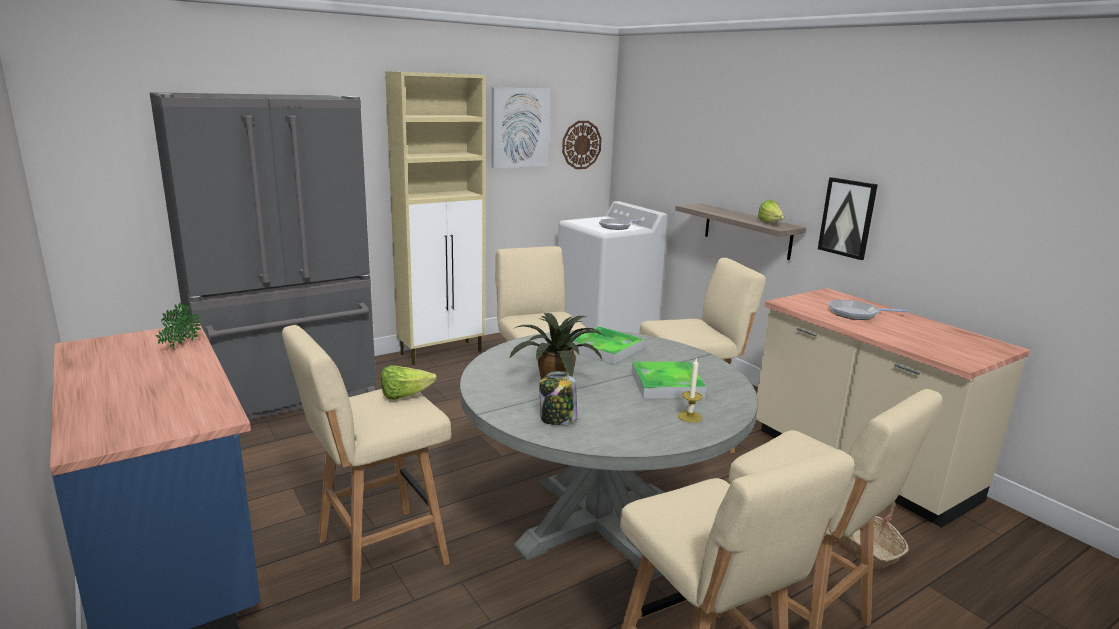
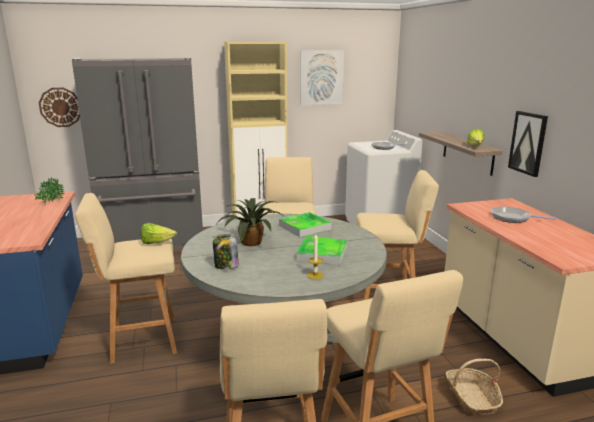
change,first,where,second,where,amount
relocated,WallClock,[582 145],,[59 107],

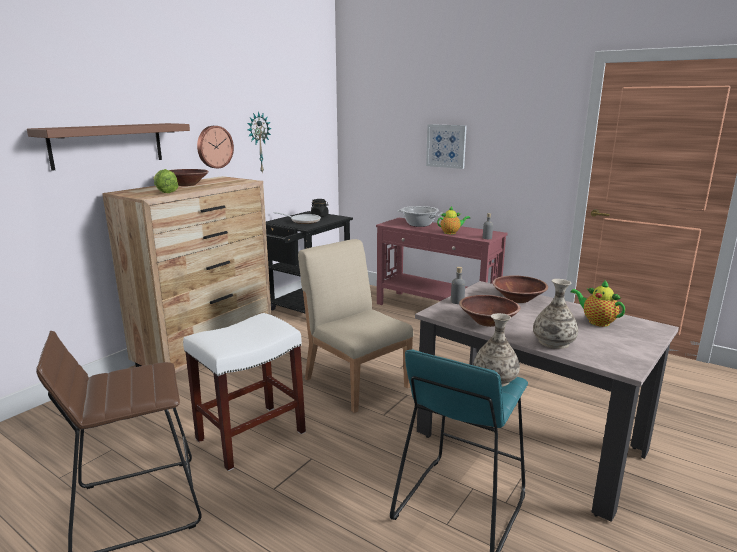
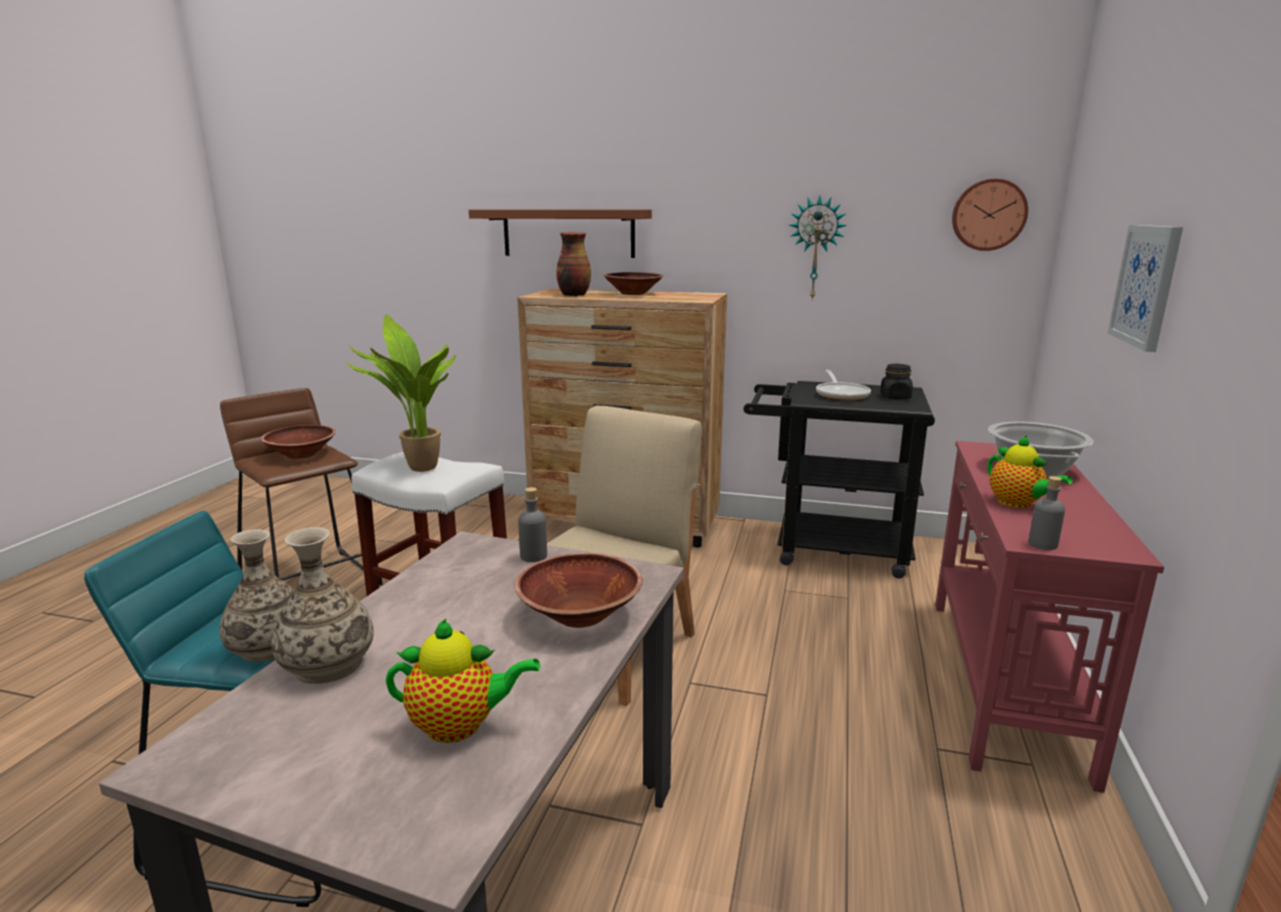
change,first,where,second,where,amount
appeared,,,PottedPlant,[401 393],
relocated,WallClock,[215 147],,[990 214],
relocated,BrownBowl,[490 311],,[298 442],
exchanged,Lettuce,[165 181],Vase,[573 264],
spun,Teapot,[597 303],,[463 680],60 degrees clockwise

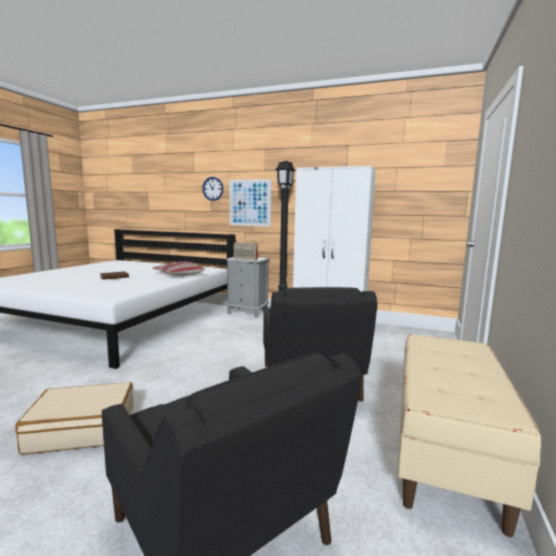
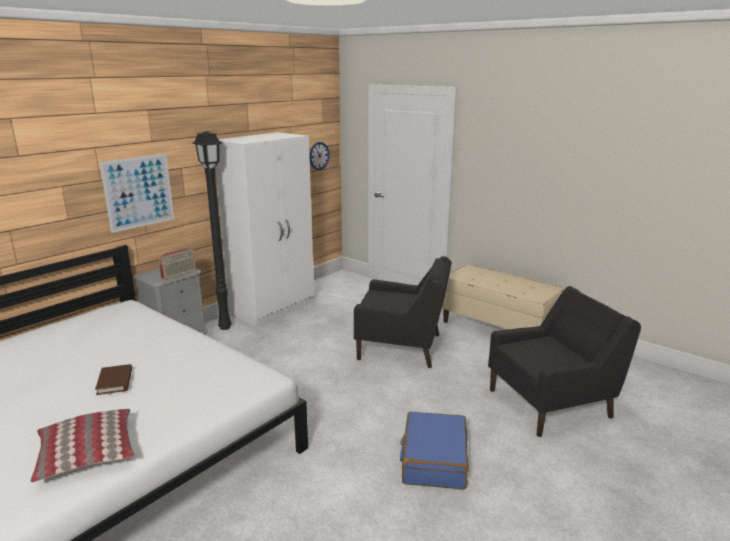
change,first,where,second,where,amount
relocated,Pillow,[179 268],,[82 446],
relocated,WallClock,[212 189],,[320 156],
colour,BeigeSuitcase,[74 418],BlueSuitcase,[434 450],

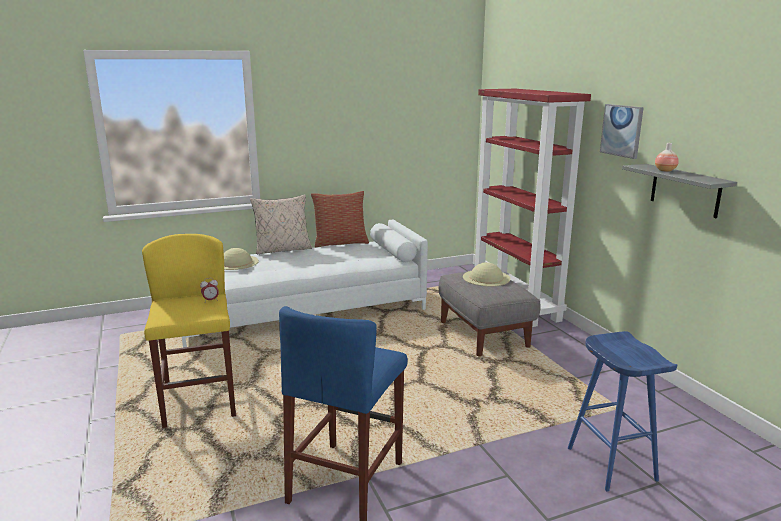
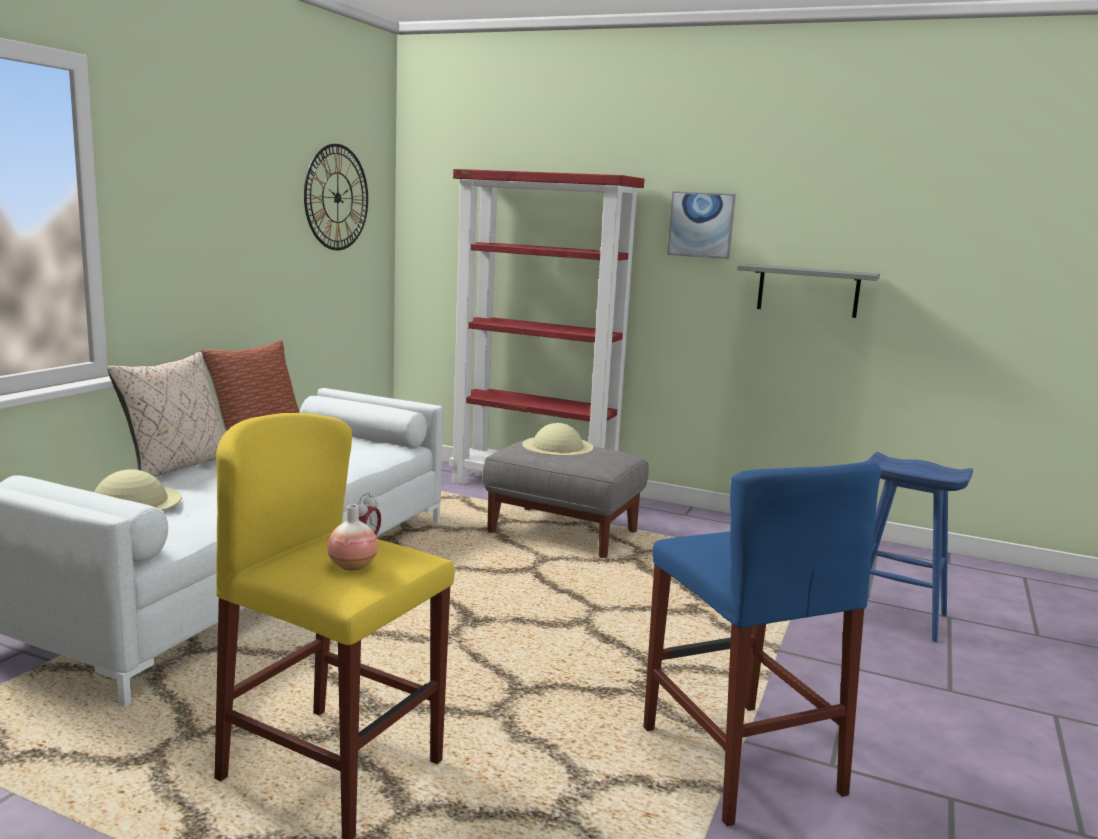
change,first,where,second,where,amount
appeared,,,WallClock,[336 197],
relocated,Vase,[667 157],,[352 537],

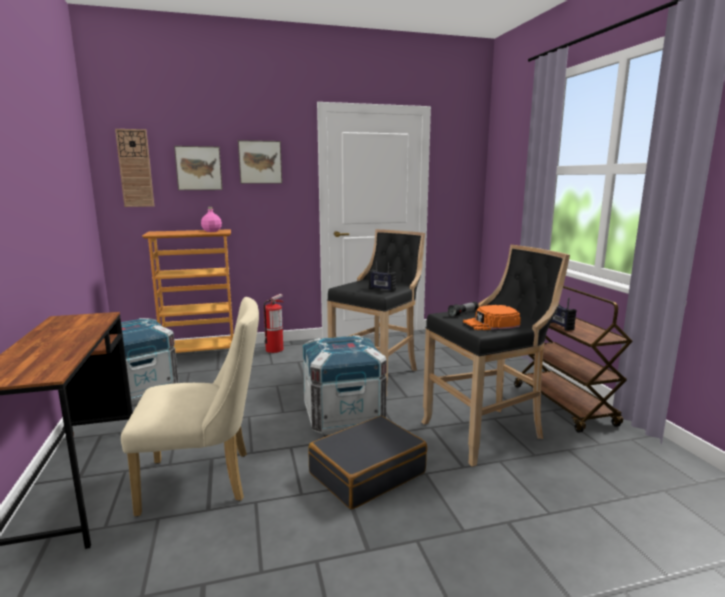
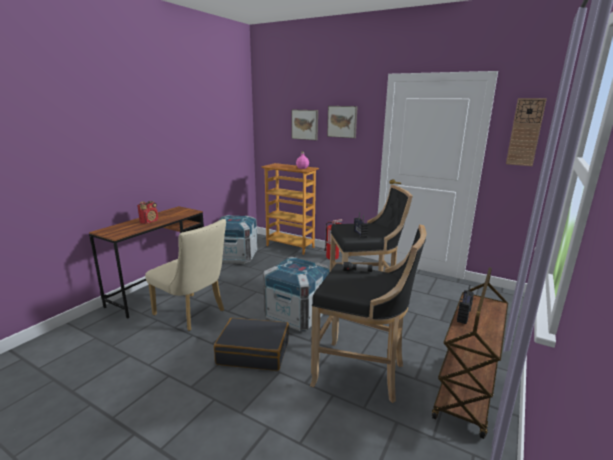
change,first,where,second,where,amount
missing,OrangeCap,[492 317],,,
appeared,,,Radio,[147 212],
relocated,WallClock,[134 168],,[526 132],

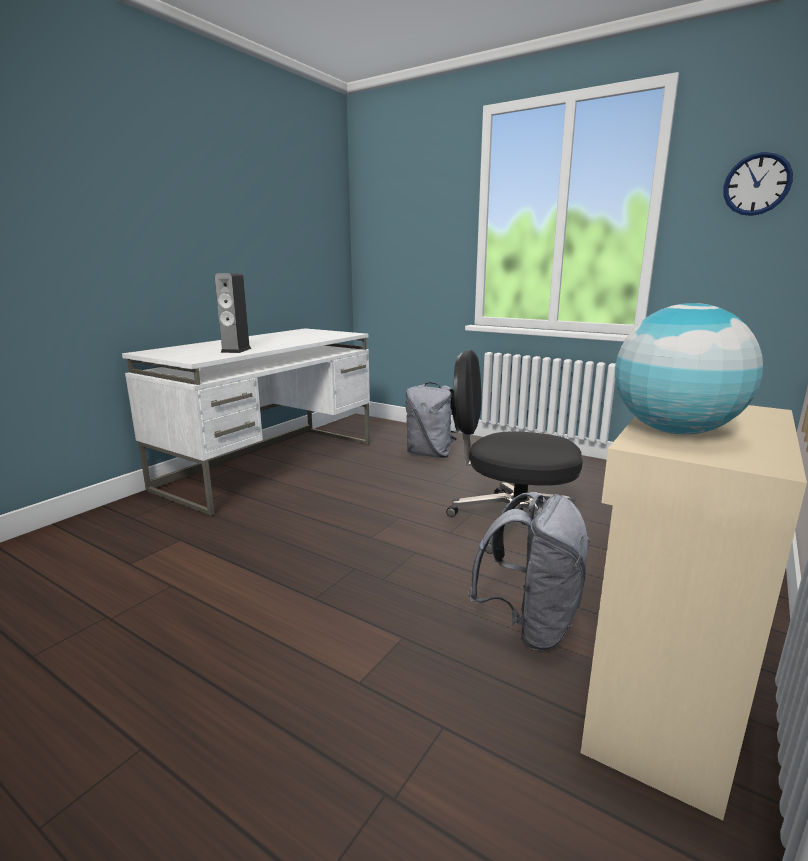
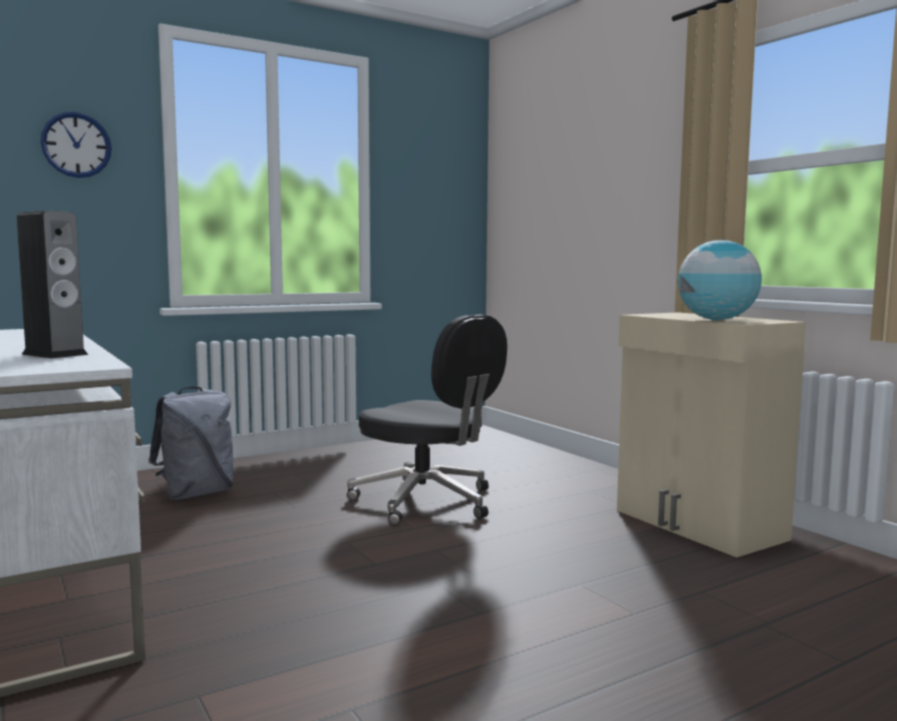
change,first,where,second,where,amount
missing,GreyBackpack,[529 571],,,
relocated,WallClock,[758 184],,[76 145],
spun,BlackOfficeChair,[514 452],,[427 420],90 degrees counterclockwise

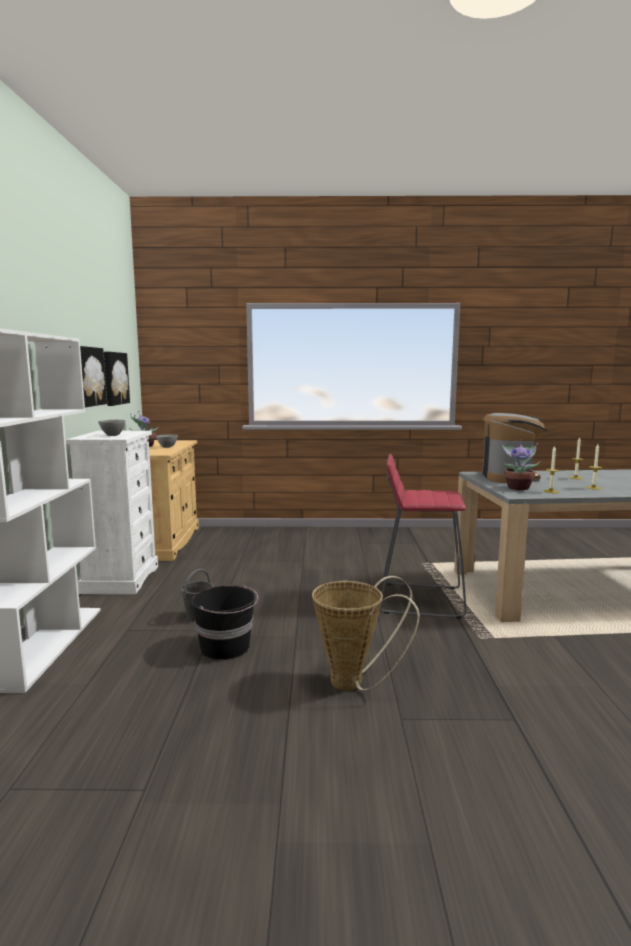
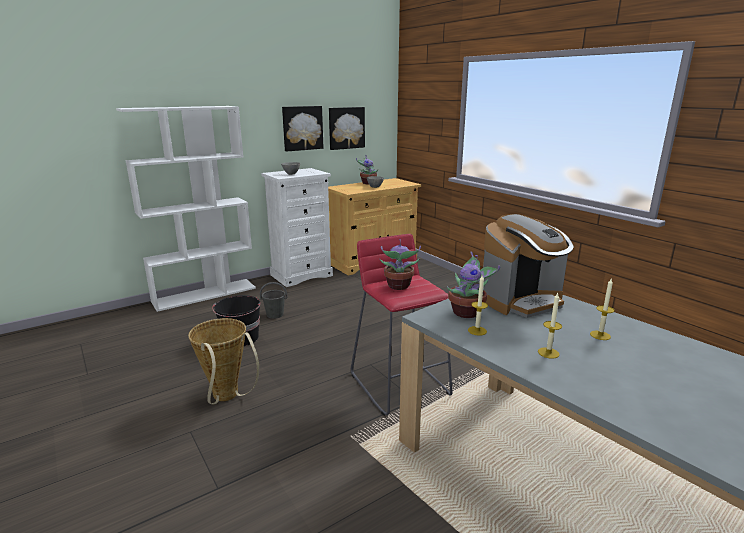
change,first,where,second,where,amount
appeared,,,PottedPlant,[400 264],

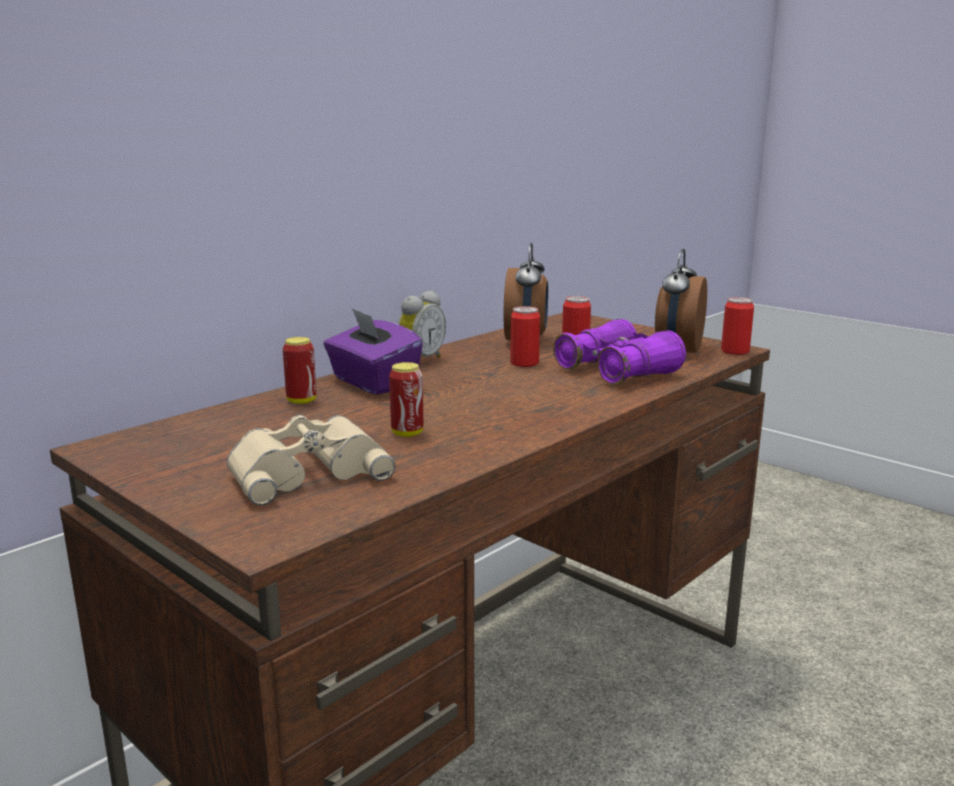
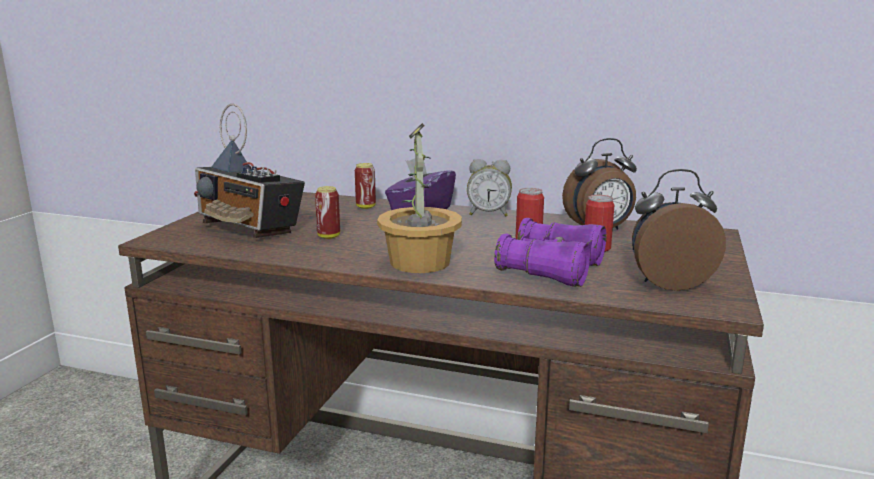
change,first,where,second,where,amount
missing,Can,[737 326],,,
appeared,,,PottedPlant,[419 198],
exchanged,BeigeBinoculars,[311 460],Radio,[249 170],

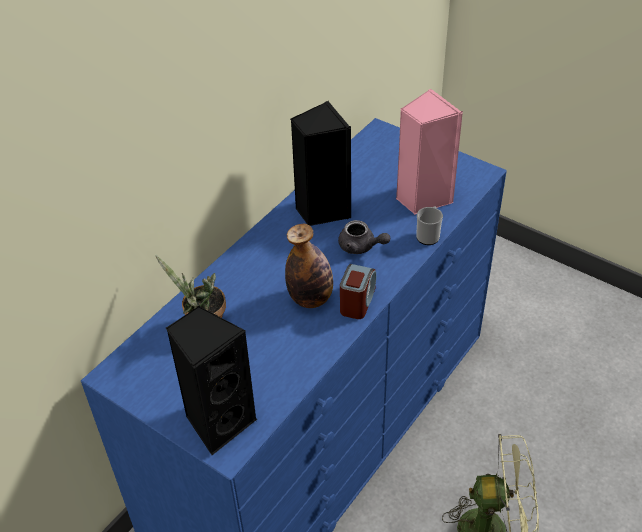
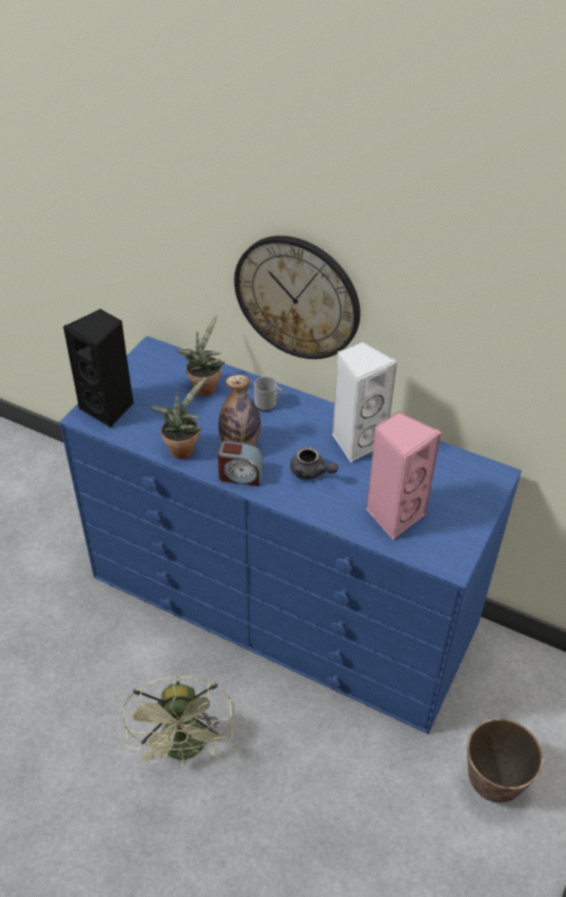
change,first,where,second,where,amount
appeared,,,PottedPlant,[178 418],
appeared,,,WallClock,[297 297],
appeared,,,Planter,[505 760],
relocated,Mug,[429 225],,[268 394],
colour,BlackSpeaker,[320 163],WhiteSpeaker,[364 401],
spun,GreyTeapot,[364 237],,[314 463],75 degrees counterclockwise

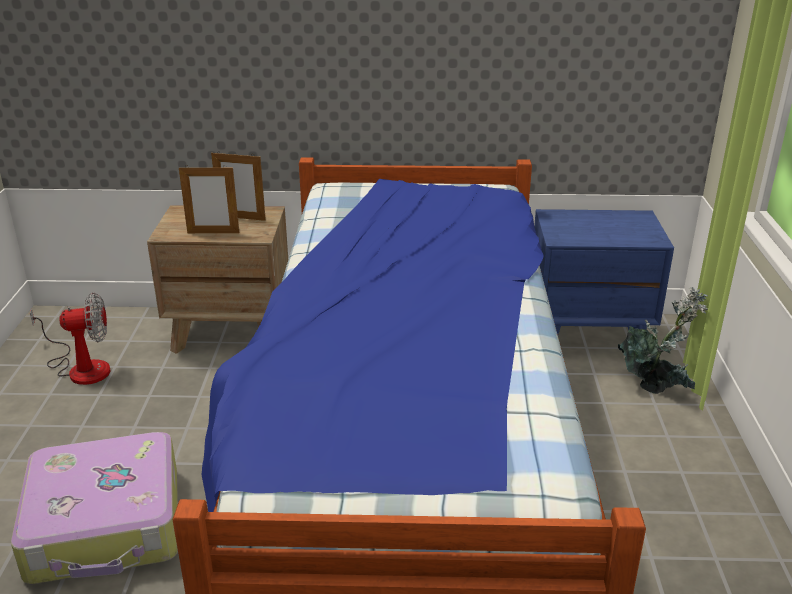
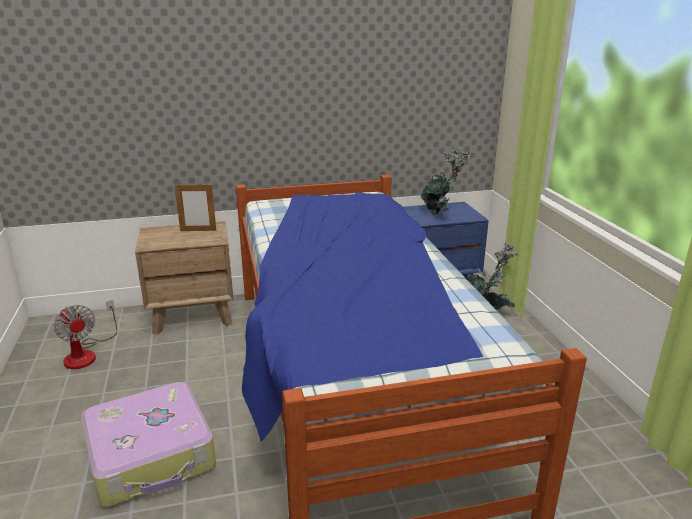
change,first,where,second,where,amount
missing,PictureFrame,[209 199],,,
appeared,,,PottedPlant,[445 181],
spun,Fan,[70 339],,[86 334],75 degrees clockwise

